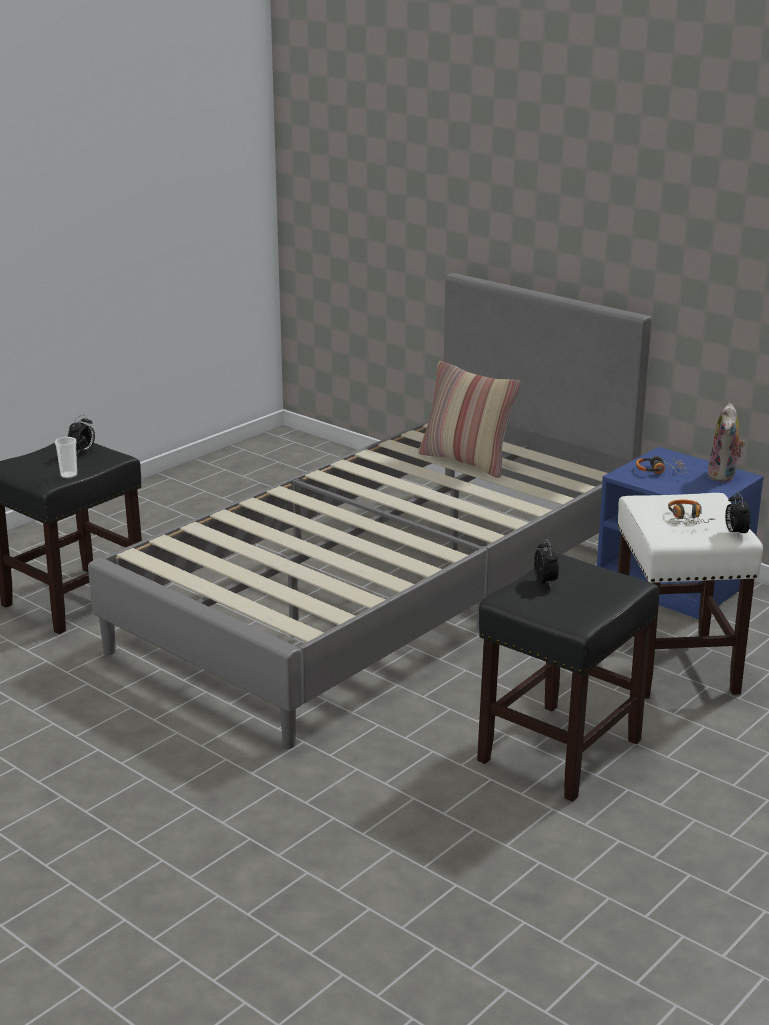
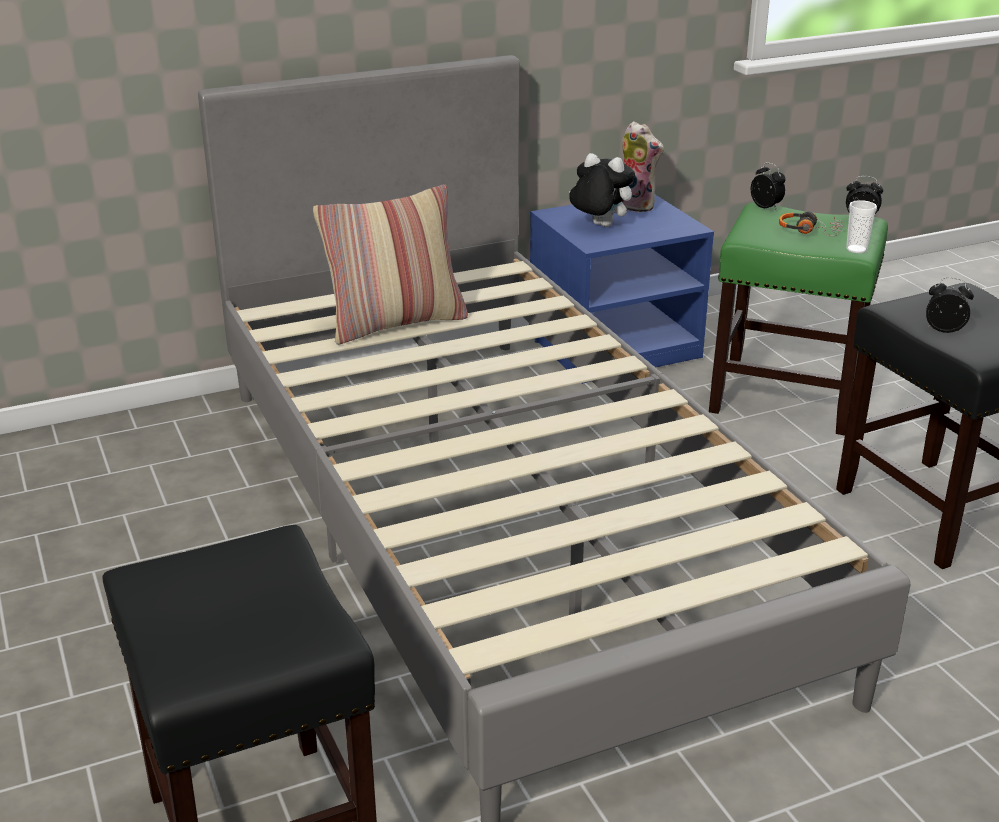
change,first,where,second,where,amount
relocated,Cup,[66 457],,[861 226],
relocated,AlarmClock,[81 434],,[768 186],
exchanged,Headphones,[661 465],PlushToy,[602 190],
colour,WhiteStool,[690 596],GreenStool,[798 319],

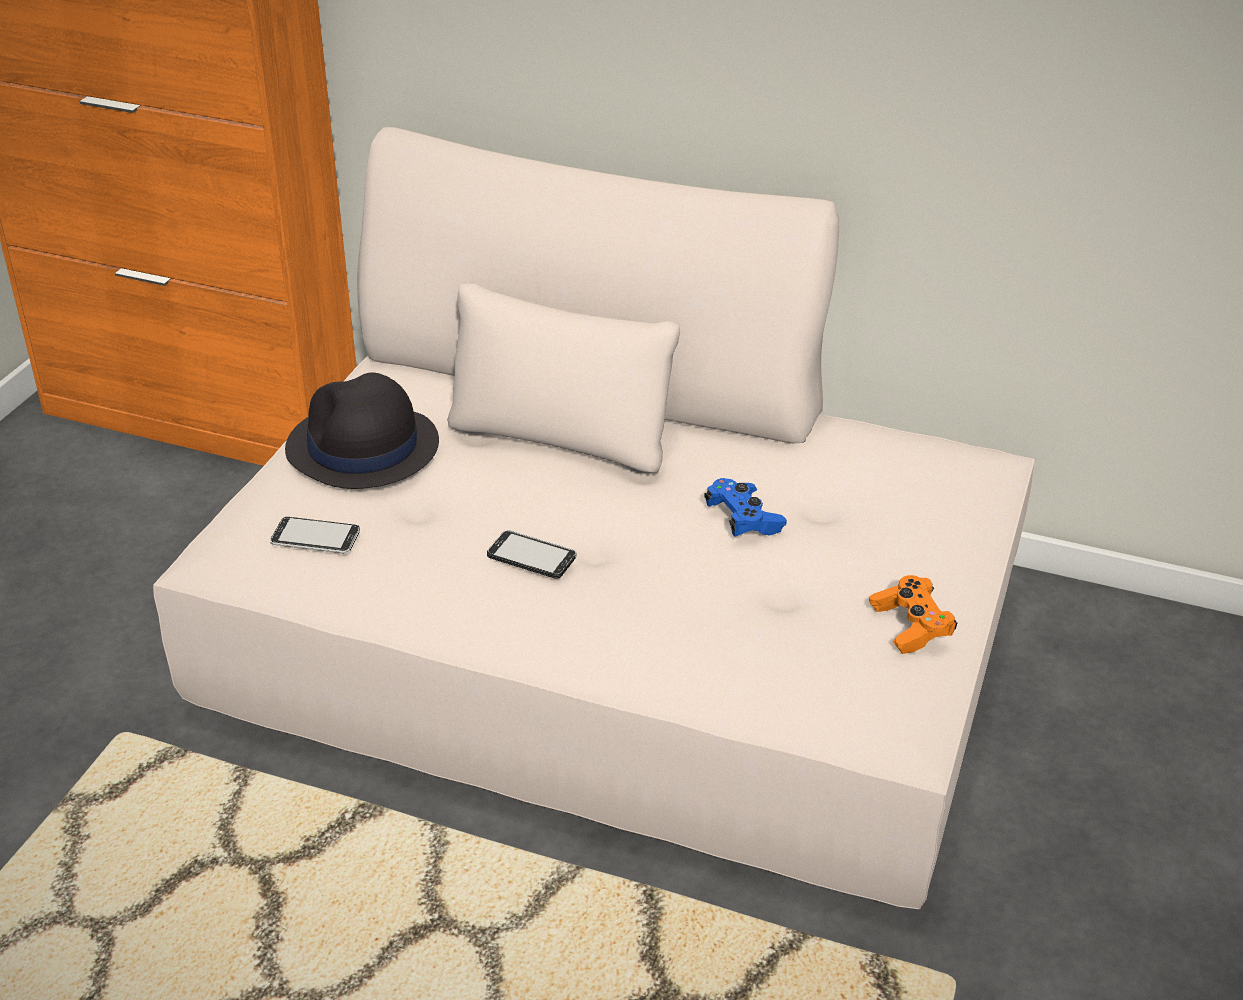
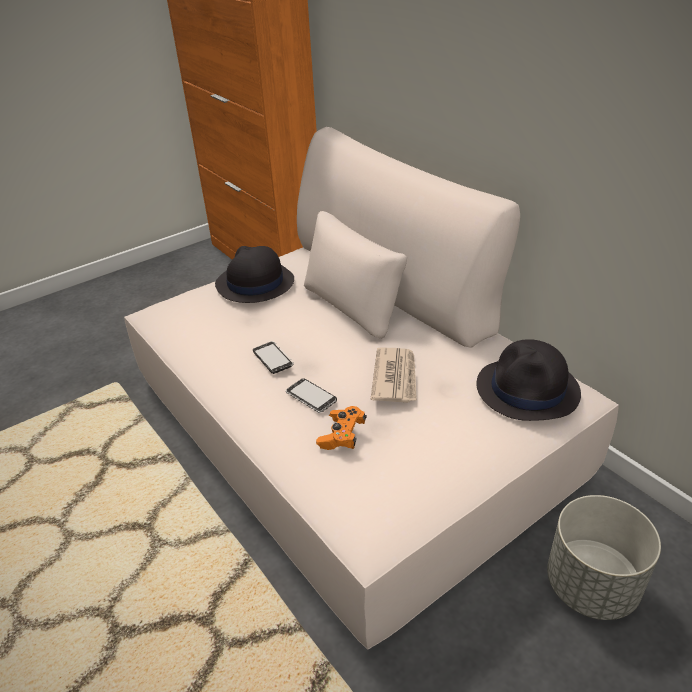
change,first,where,second,where,amount
appeared,,,BlackHat,[528 380],
appeared,,,GreyPlanter,[604 557],
relocated,Phone,[315 535],,[311 395],
relocated,OrangeGameController,[913 614],,[341 428],
exchanged,BlueGameController,[745 507],Newspaper,[394 375],

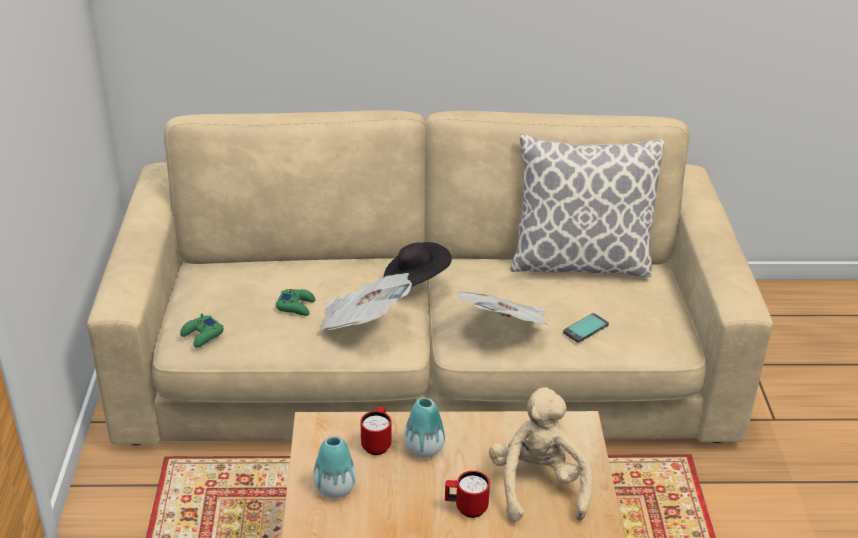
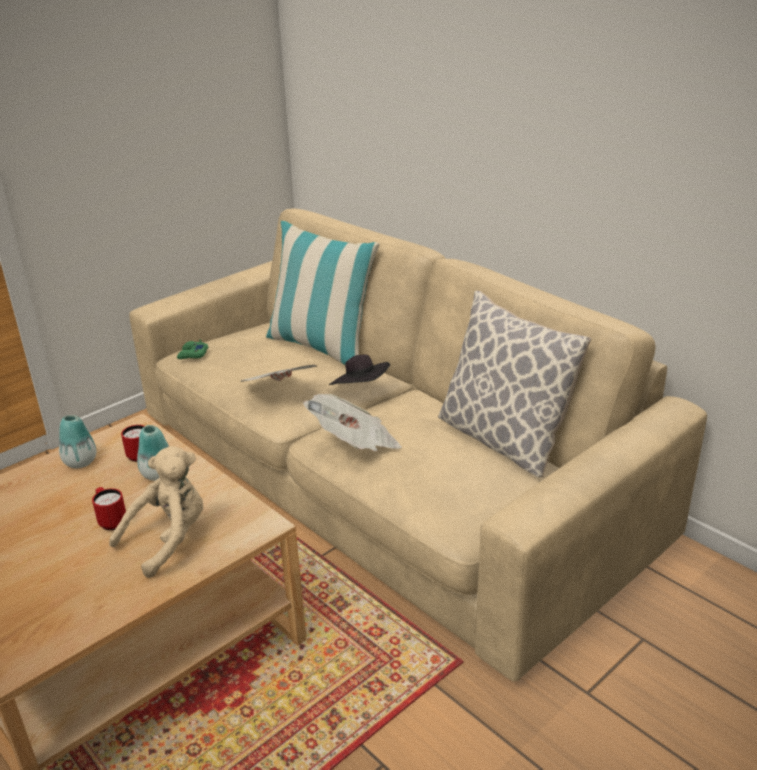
change,first,where,second,where,amount
missing,GreenGameController,[295 302],,,
missing,Phone,[586 328],,,
appeared,,,Pillow,[322 293],

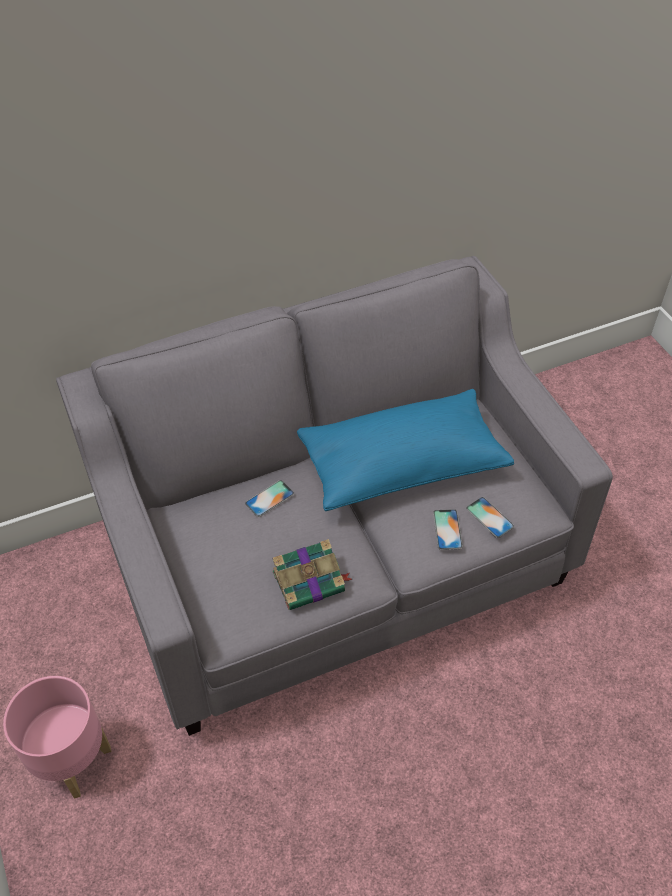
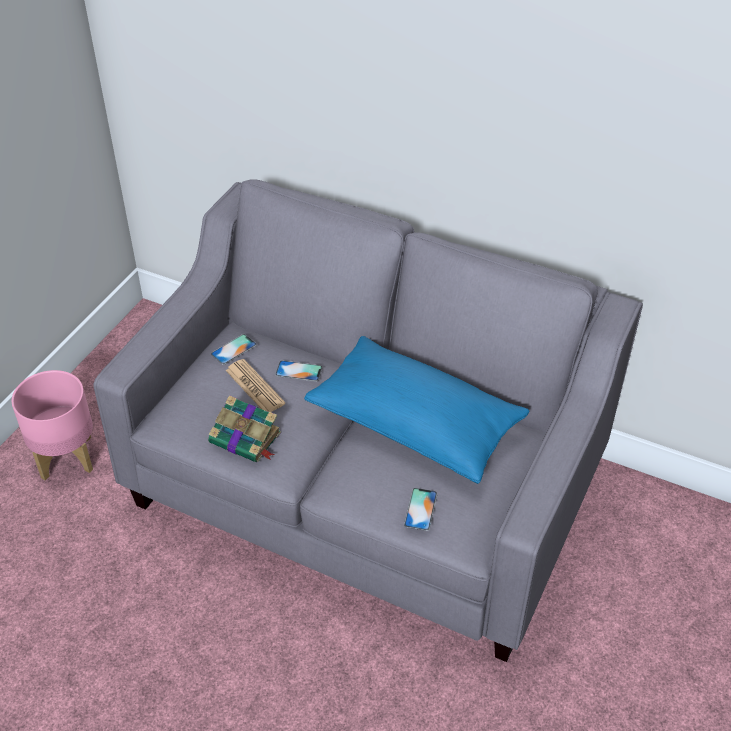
change,first,where,second,where,amount
appeared,,,Newspaper,[255 385],
relocated,Phone,[448 529],,[234 349],

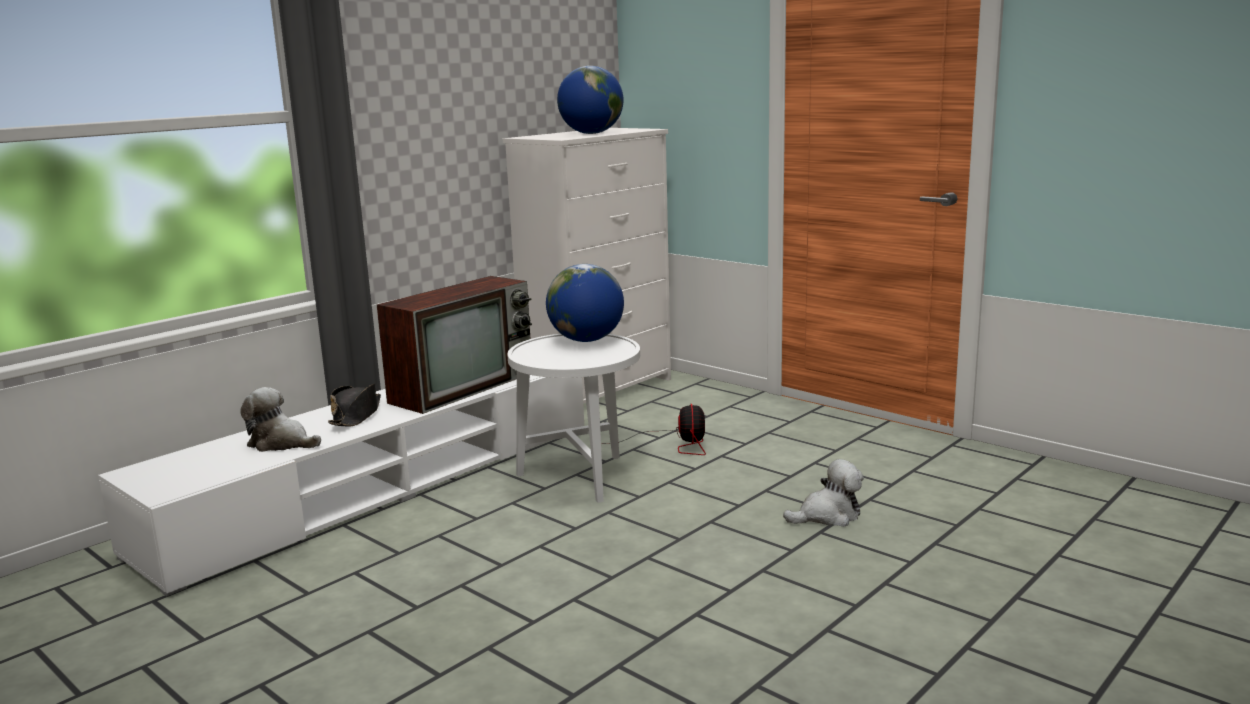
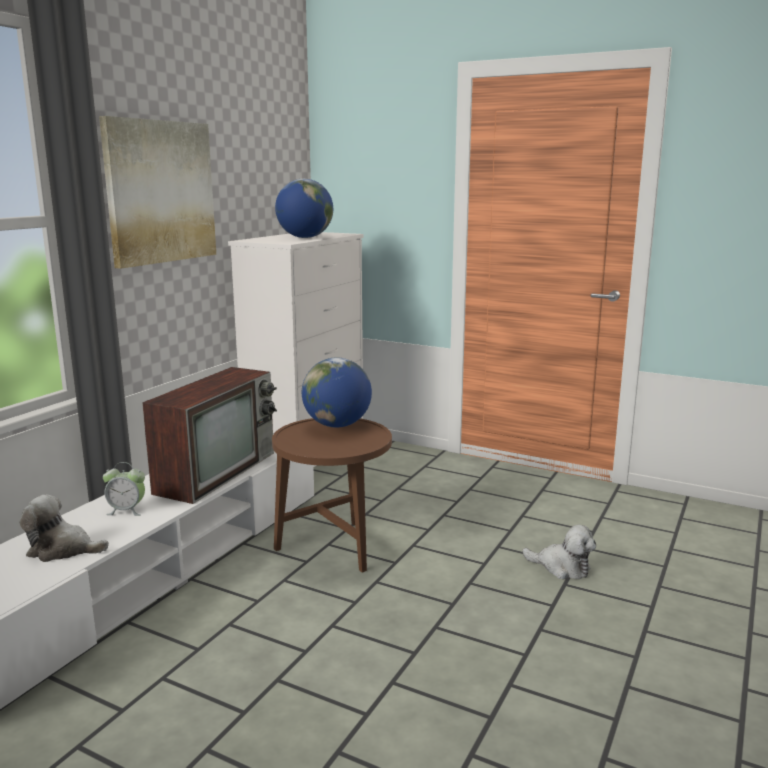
change,first,where,second,where,amount
missing,Fan,[654 429],,,
appeared,,,Picture,[157 192],
exchanged,BlackHat,[354 405],AlarmClock,[124 489],
colour,WhiteSideTable,[573 418],BrownSideTable,[332 495],
spun,PlushToy,[823 493],,[559 552],60 degrees clockwise

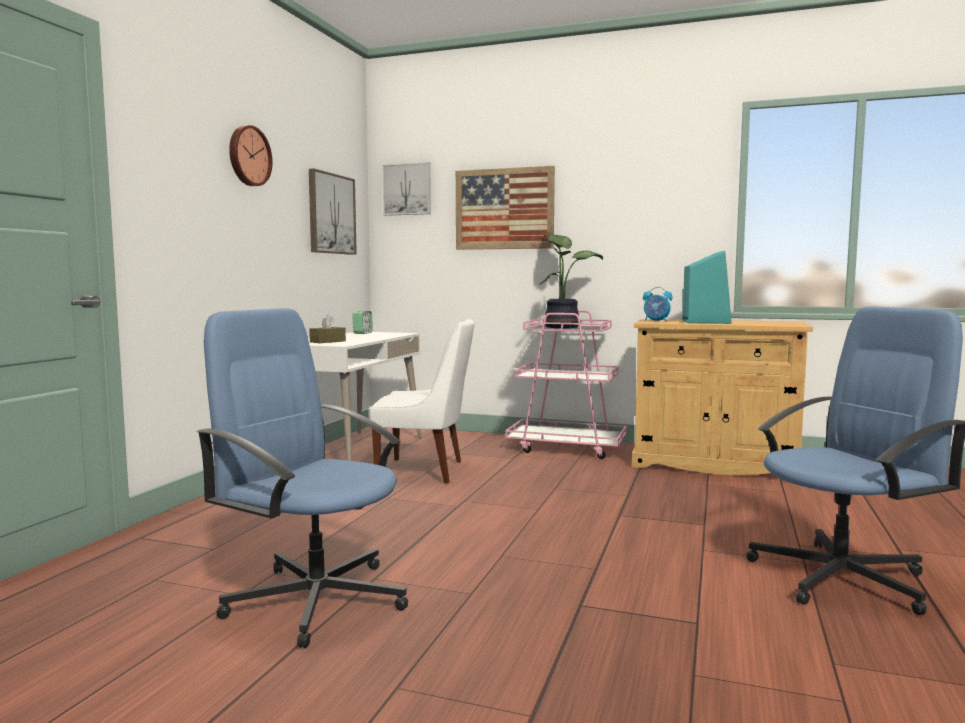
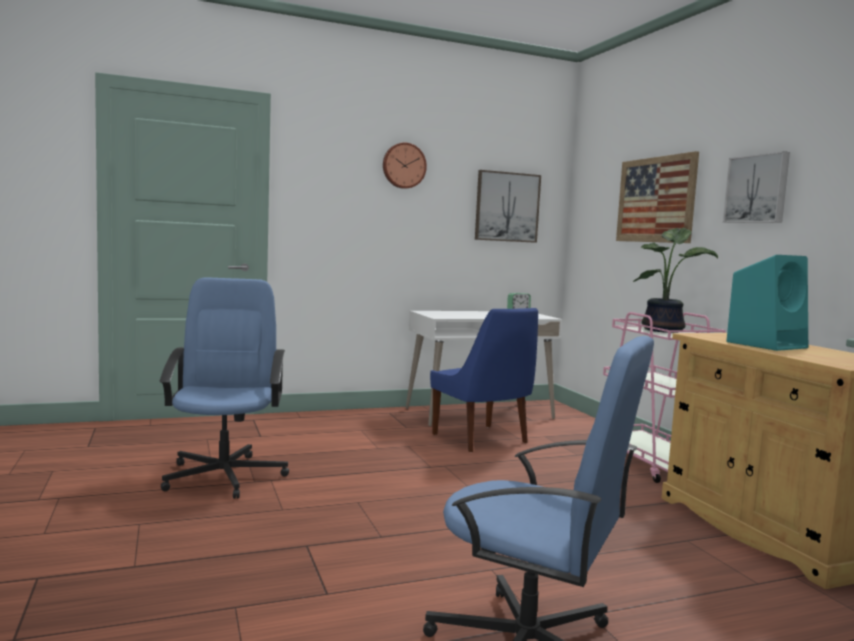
change,first,where,second,where,amount
missing,BrownTissueBox,[327 329],,,
missing,AlarmClock,[658 304],,,
relocated,Picture,[407 189],,[756 187],
colour,WhiteChair,[421 401],BlueChair,[484 380],

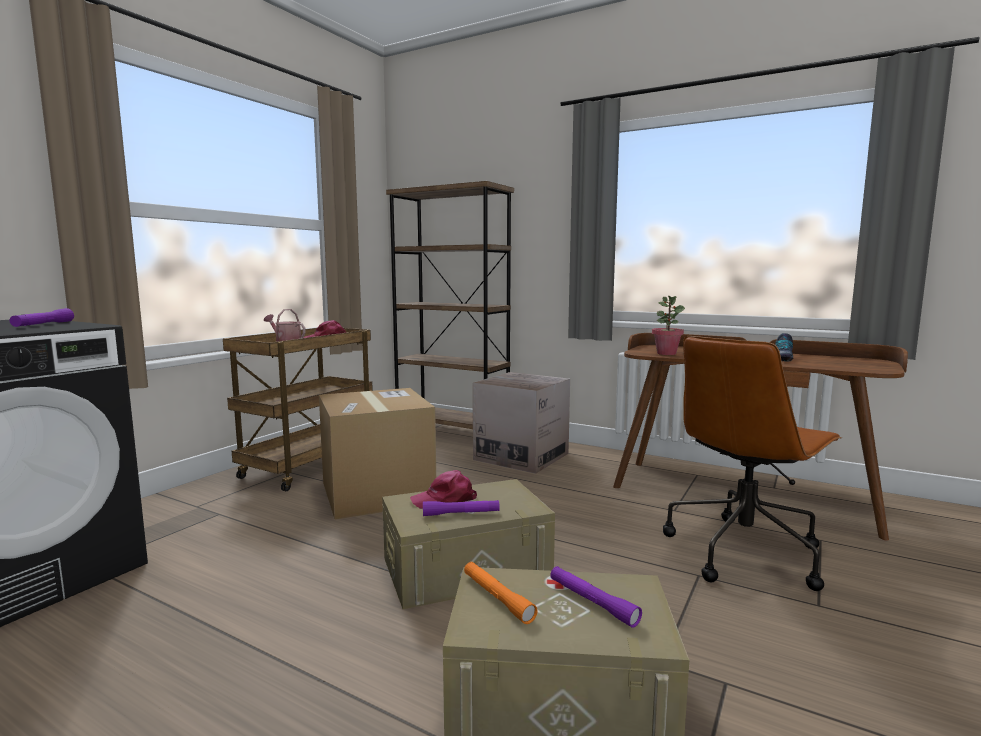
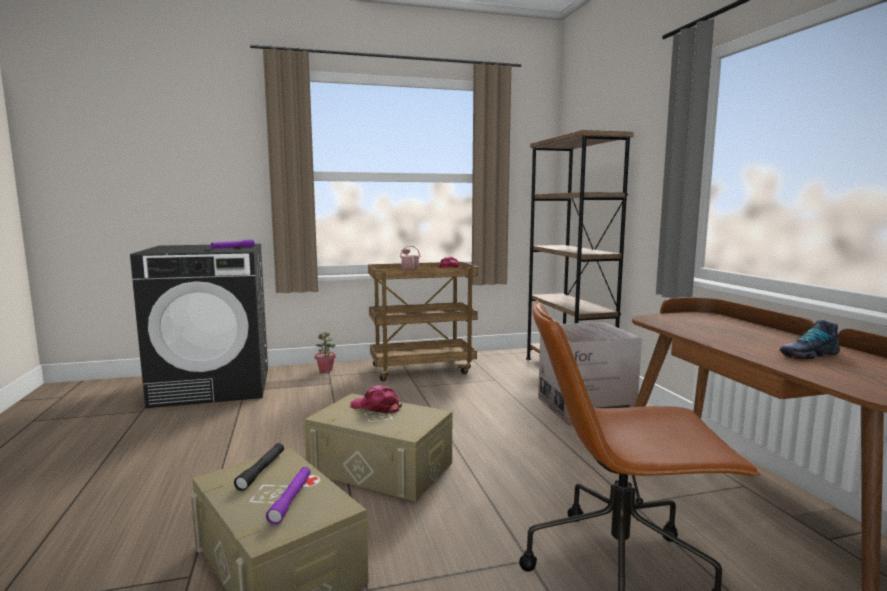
change,first,where,second,where,amount
missing,CardboardBox,[377 454],,,
missing,PurpleFlashlight,[461 508],,,
relocated,PottedPlant,[668 325],,[325 352],
colour,OrangeFlashlight,[501 593],BlackFlashlight,[259 467],

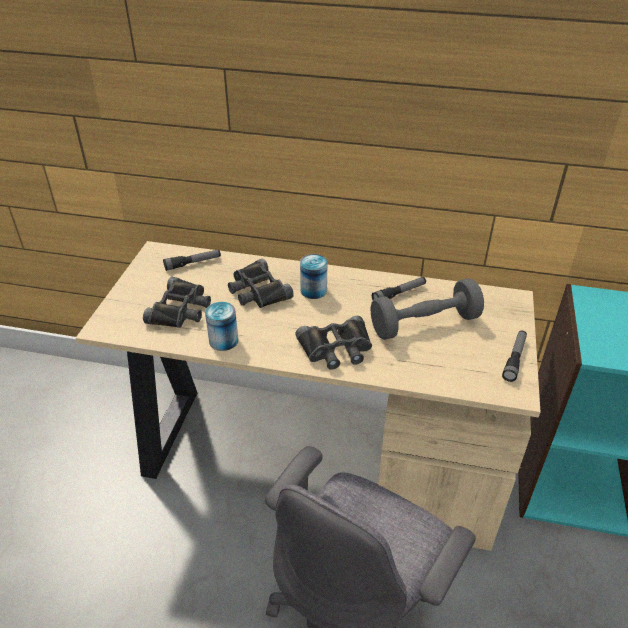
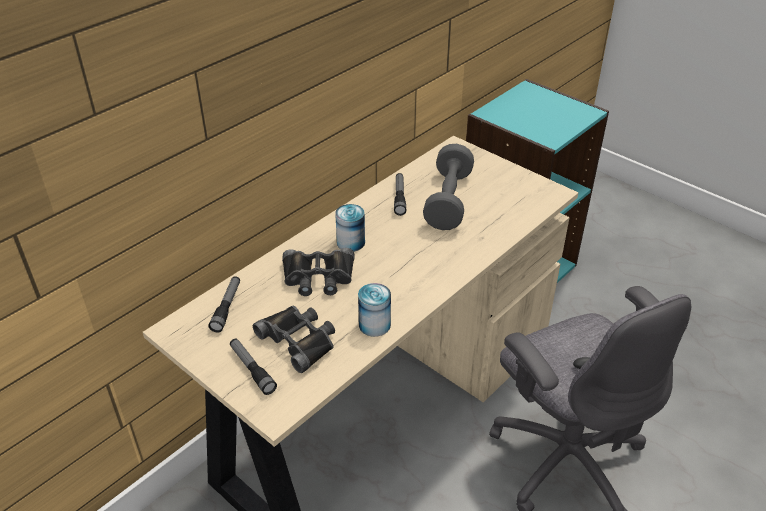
change,first,where,second,where,amount
missing,BlackBinoculars,[333 343],,,
relocated,Flashlight,[514 356],,[253 367],

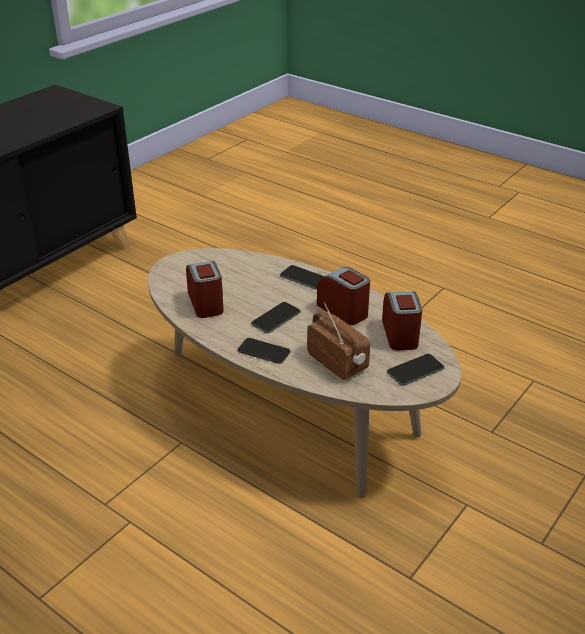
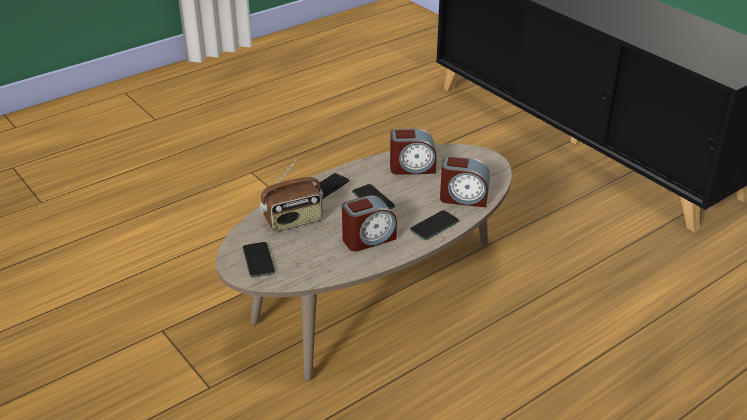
change,first,where,second,where,amount
relocated,AlarmClock,[402 320],,[465 181],

